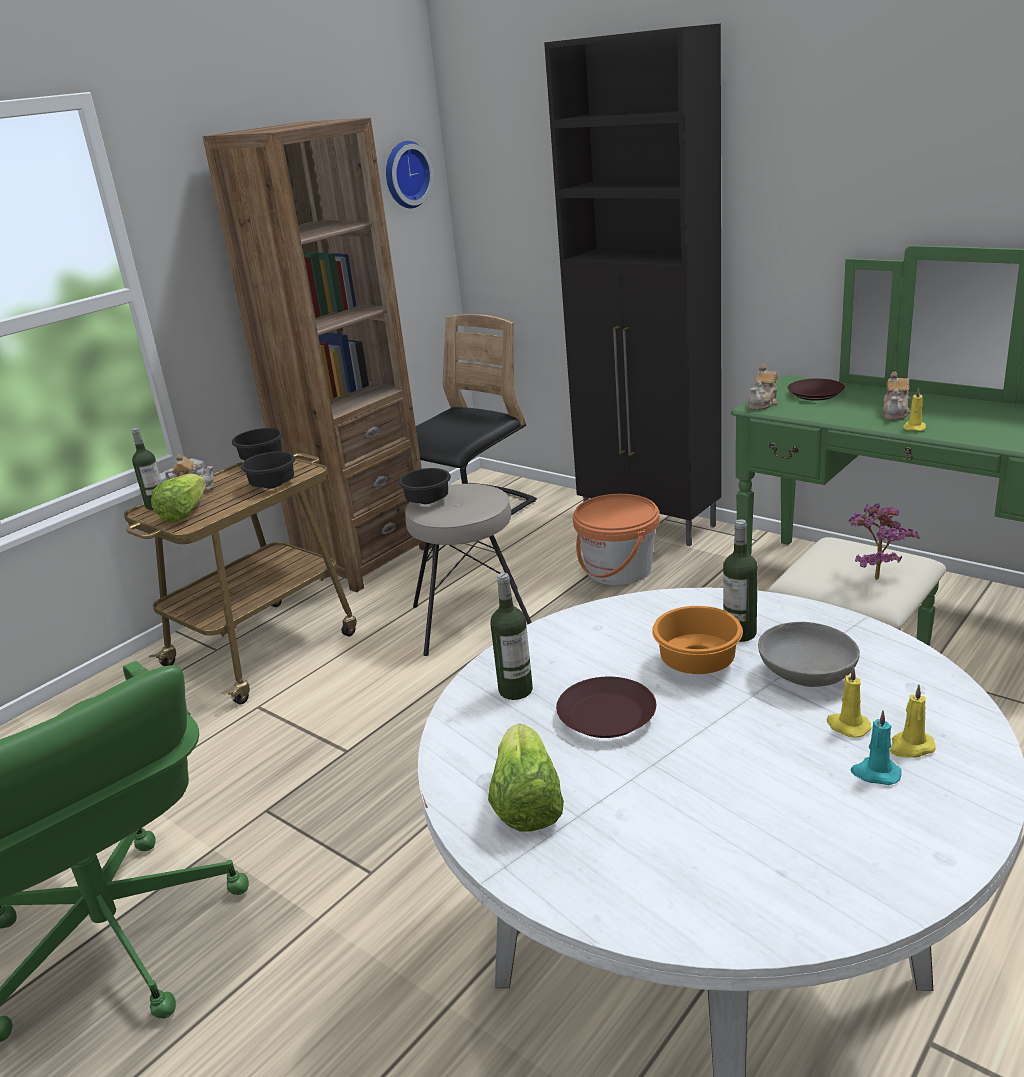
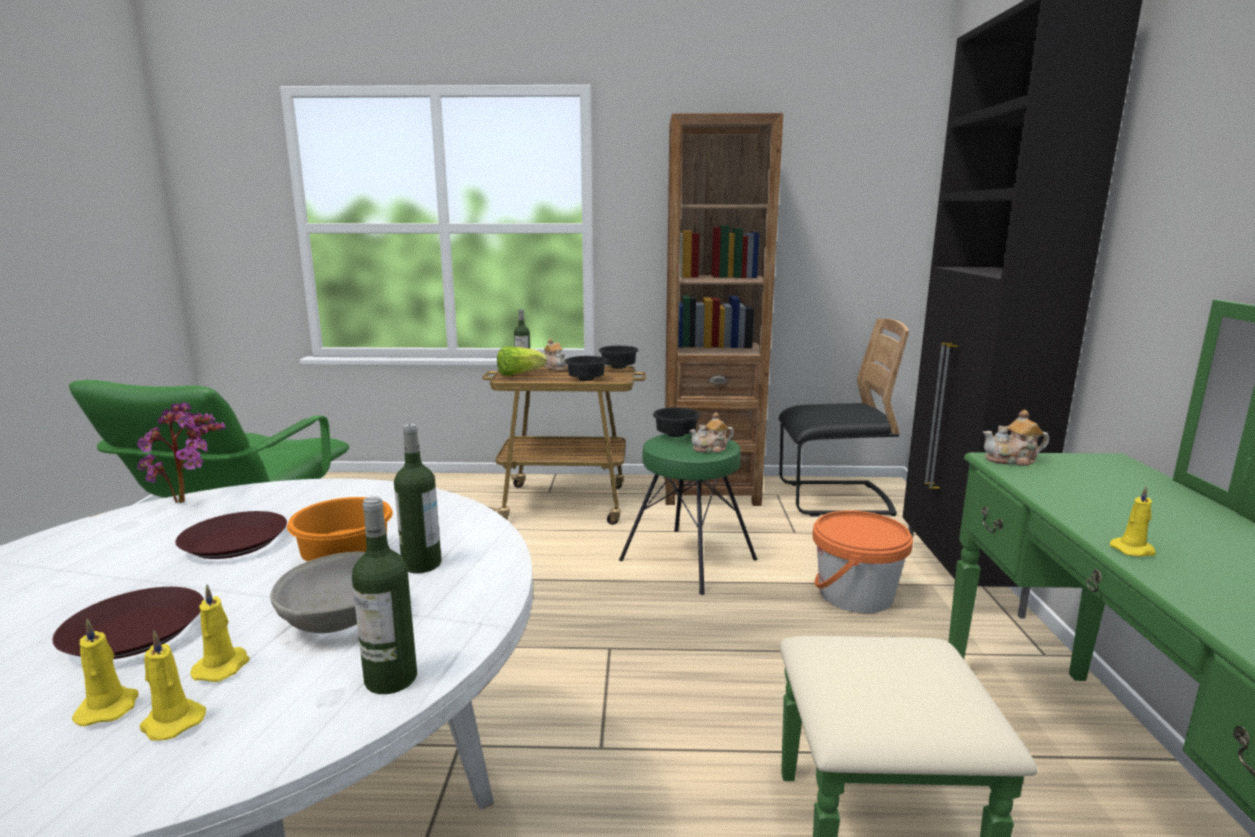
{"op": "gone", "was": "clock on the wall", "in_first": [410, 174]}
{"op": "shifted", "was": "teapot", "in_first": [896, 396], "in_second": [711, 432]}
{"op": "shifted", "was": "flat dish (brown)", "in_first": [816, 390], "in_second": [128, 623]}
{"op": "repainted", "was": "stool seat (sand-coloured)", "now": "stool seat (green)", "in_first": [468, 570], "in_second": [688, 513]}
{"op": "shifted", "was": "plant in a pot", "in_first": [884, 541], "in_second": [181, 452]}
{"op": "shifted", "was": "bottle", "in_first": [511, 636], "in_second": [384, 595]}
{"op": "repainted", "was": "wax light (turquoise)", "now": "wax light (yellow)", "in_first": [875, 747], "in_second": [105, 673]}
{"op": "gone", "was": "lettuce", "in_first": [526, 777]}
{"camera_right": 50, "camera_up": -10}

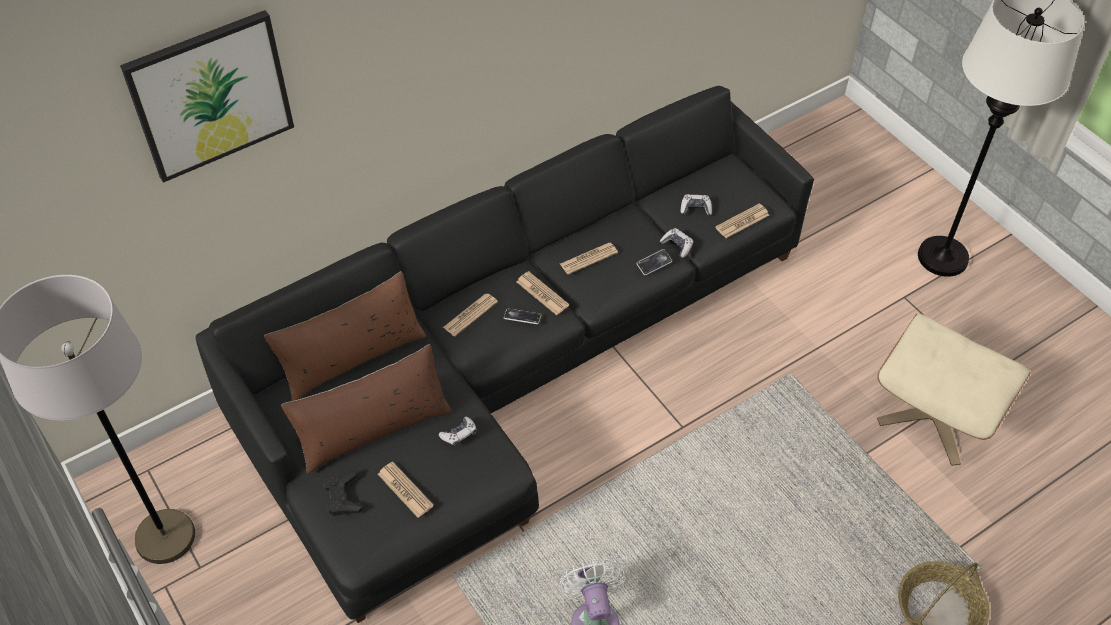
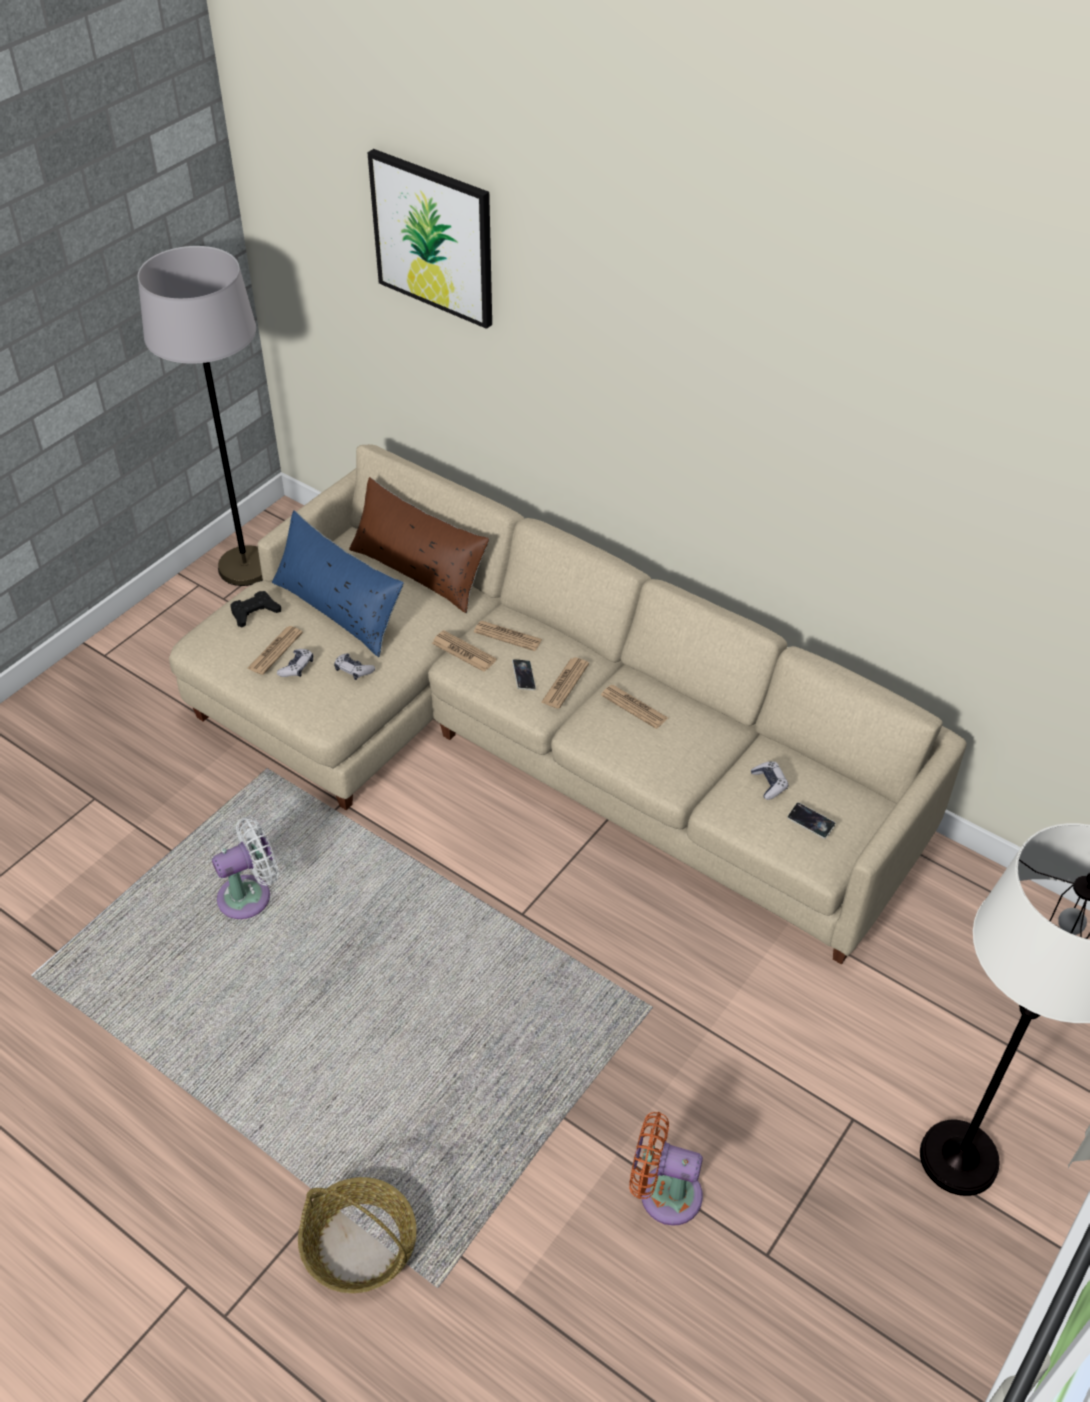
{"op": "repainted", "was": "couch (black)", "now": "couch (sand-coloured)", "in_first": [505, 354], "in_second": [568, 704]}
{"op": "shifted", "was": "printed paper", "in_first": [742, 221], "in_second": [464, 651]}
{"op": "shifted", "was": "gamepad", "in_first": [676, 243], "in_second": [295, 663]}
{"op": "shifted", "was": "handset", "in_first": [654, 262], "in_second": [811, 820]}
{"op": "swapped", "was": "ottoman (sand-coloured)", "now": "fan (orange)", "in_first": [954, 390], "in_second": [666, 1169]}
{"op": "repainted", "was": "cushion (brown)", "now": "cushion (bluish)", "in_first": [366, 409], "in_second": [338, 583]}
{"camera_right": 70, "camera_up": -5}

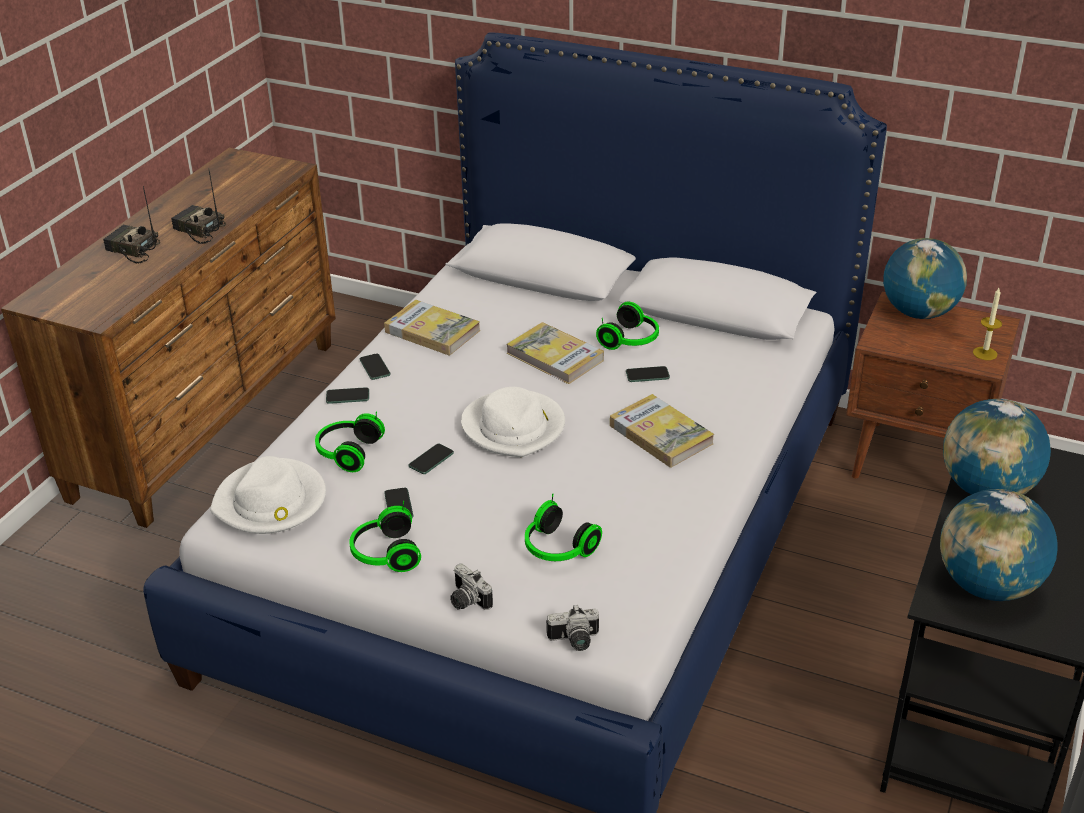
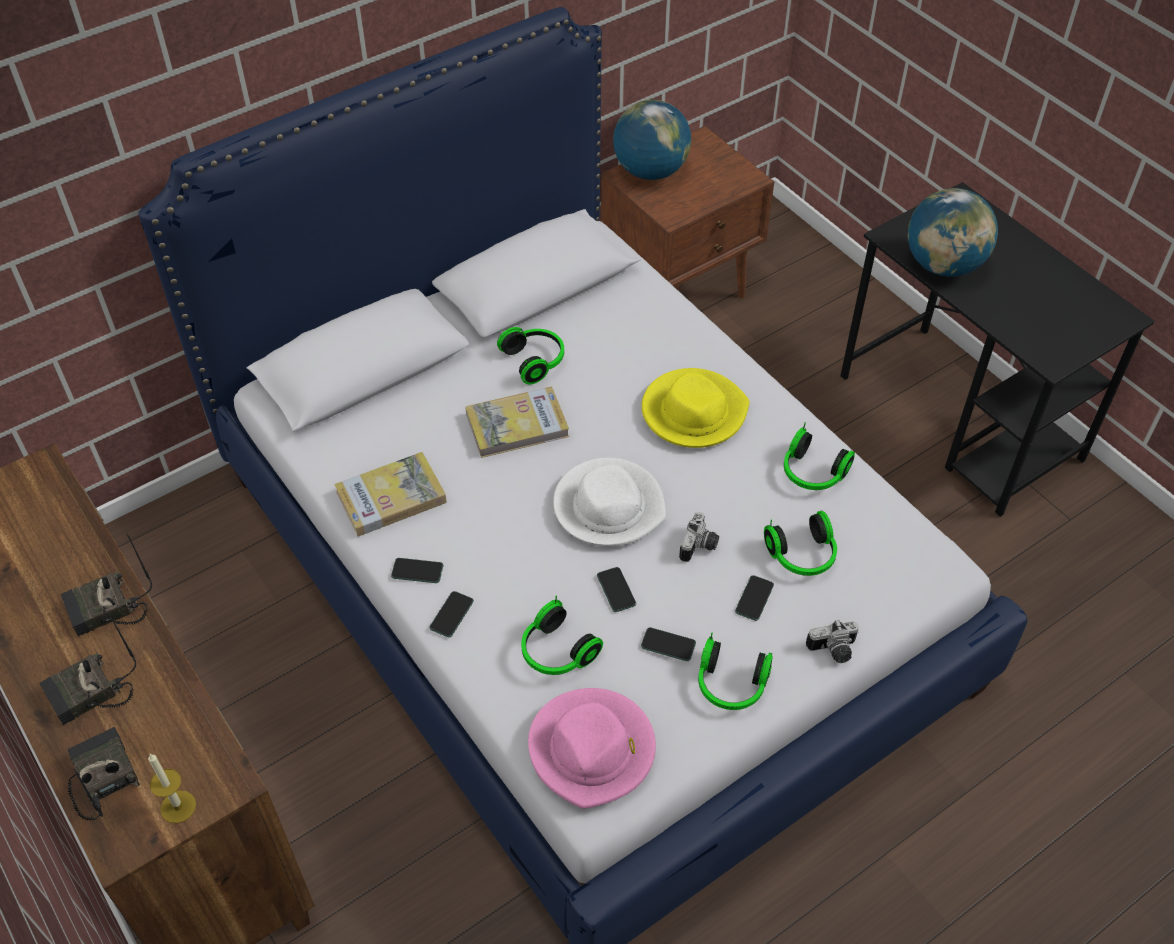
{"op": "shifted", "was": "wax light", "in_first": [987, 324], "in_second": [172, 788]}
{"op": "shifted", "was": "handset", "in_first": [648, 374], "in_second": [754, 598]}
{"op": "swapped", "was": "book", "now": "wearable hat (yellow)", "in_first": [662, 431], "in_second": [696, 408]}
{"op": "repainted", "was": "wearable hat (white-coloured)", "now": "wearable hat (pink-coloured)", "in_first": [268, 495], "in_second": [592, 748]}
{"op": "gone", "was": "world globe", "in_first": [999, 545]}
{"op": "shifted", "was": "still camera", "in_first": [572, 628], "in_second": [699, 537]}
{"op": "new", "now": "pair of headphones", "in_second": [819, 456]}
{"op": "new", "now": "radio receiver", "in_second": [103, 773]}
{"camera_right": -60, "camera_up": 15}

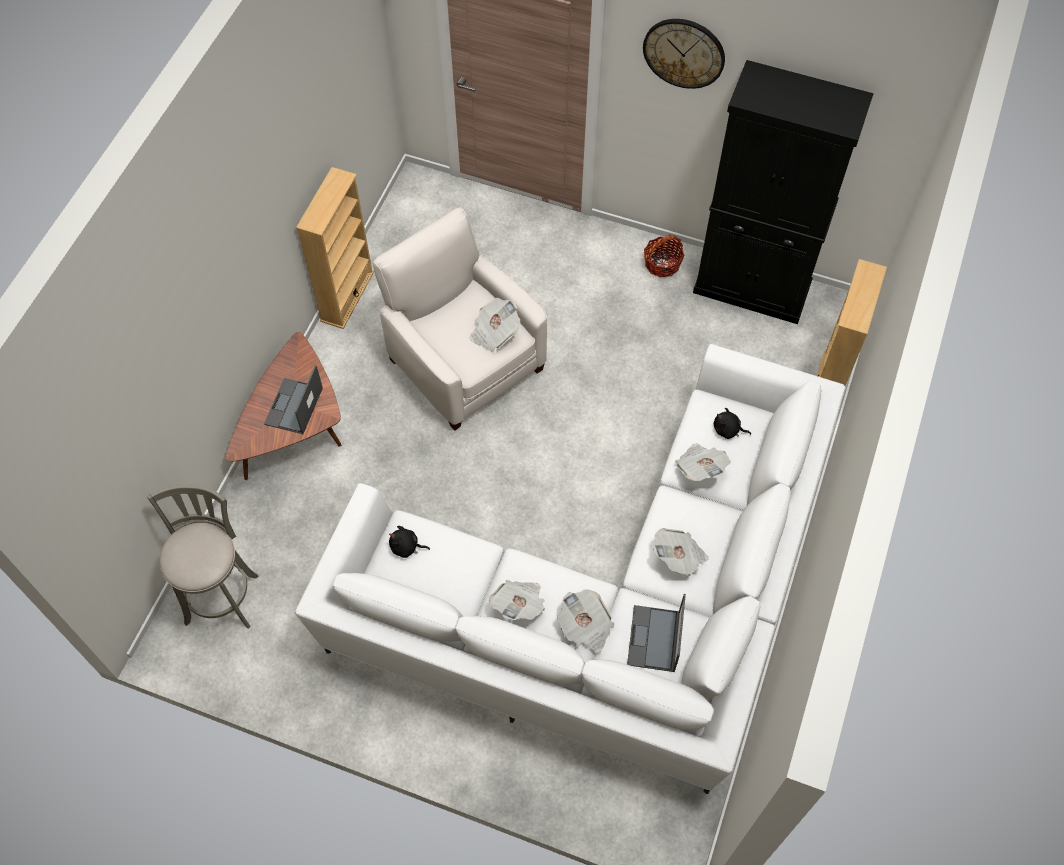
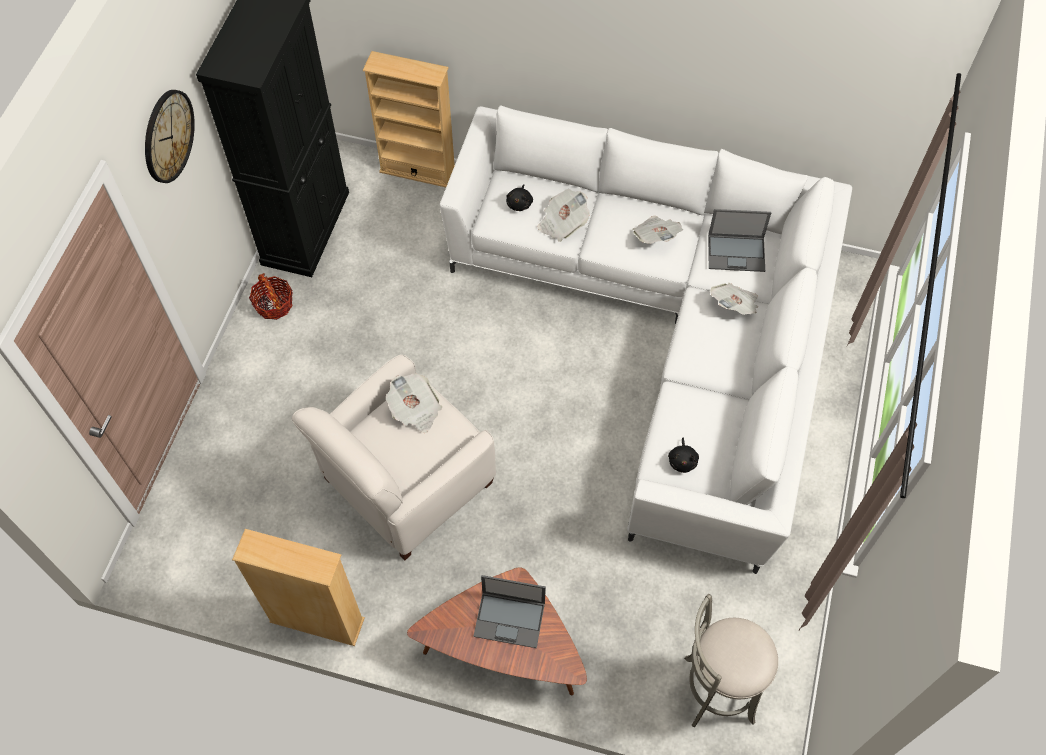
{"op": "gone", "was": "printed paper", "in_first": [517, 600]}
{"camera_right": -95, "camera_up": 0}

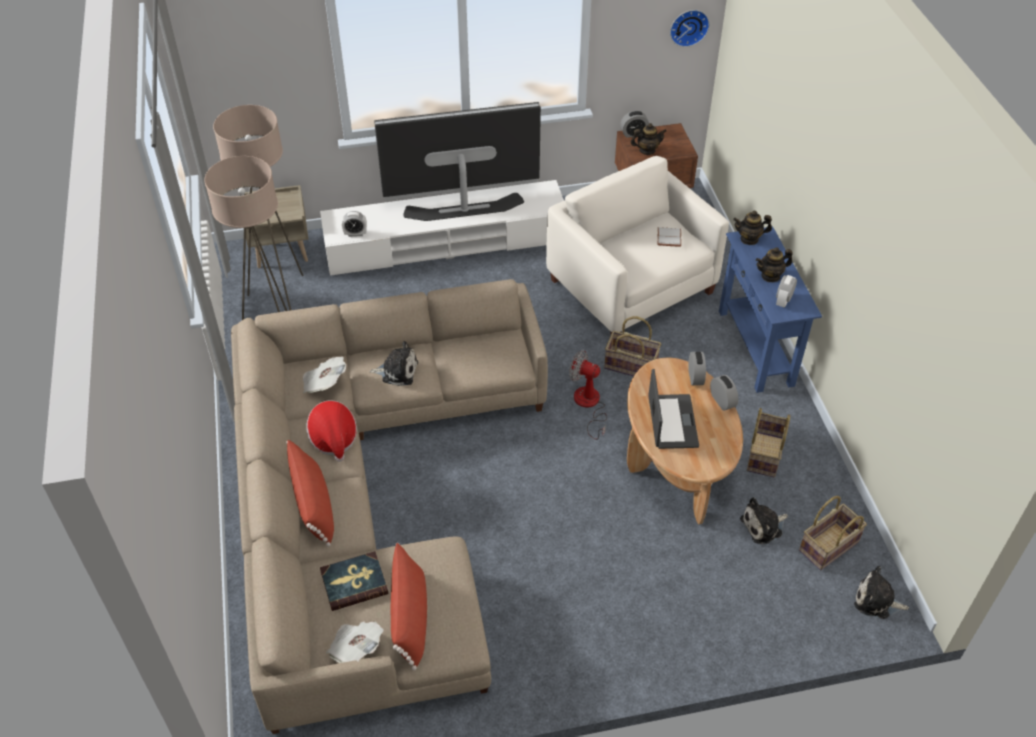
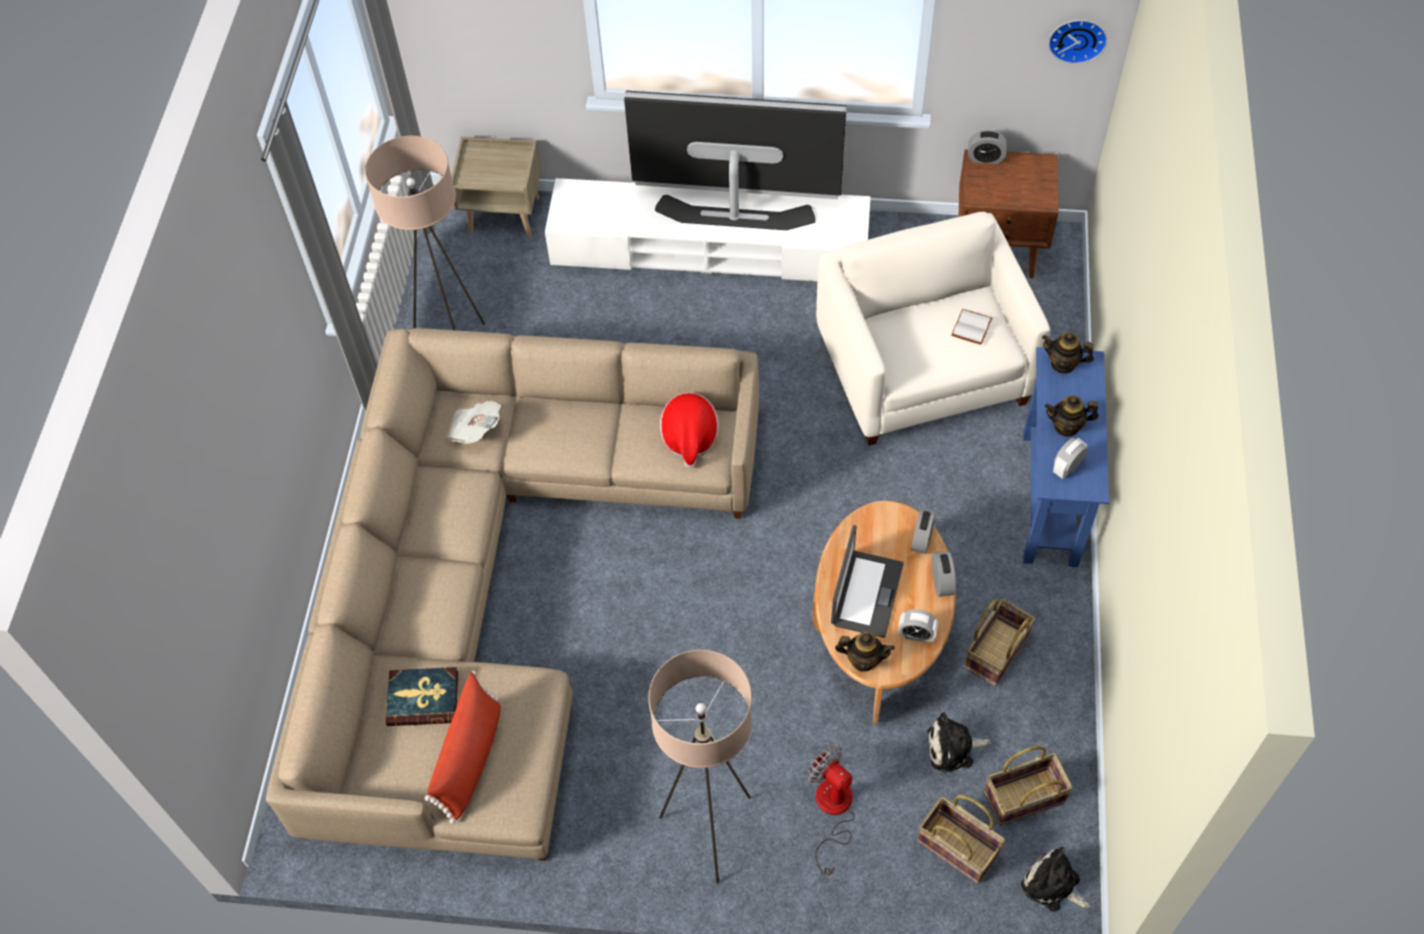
{"op": "shifted", "was": "standard lamp (sand-coloured)", "in_first": [258, 208], "in_second": [700, 766]}
{"op": "shifted", "was": "teapot", "in_first": [648, 139], "in_second": [865, 652]}
{"op": "shifted", "was": "alarm clock", "in_first": [354, 224], "in_second": [918, 626]}
{"op": "shifted", "was": "household basket", "in_first": [632, 346], "in_second": [961, 839]}
{"op": "gone", "was": "soft toy", "in_first": [393, 363]}
{"op": "shifted", "was": "fan", "in_first": [588, 395], "in_second": [831, 811]}
{"op": "shifted", "was": "wearable hat", "in_first": [331, 431], "in_second": [689, 430]}
{"op": "gone", "was": "cushion (red-coloured)", "in_first": [310, 493]}
{"op": "gone", "was": "printed paper", "in_first": [354, 642]}
{"camera_right": 20, "camera_up": 10}

